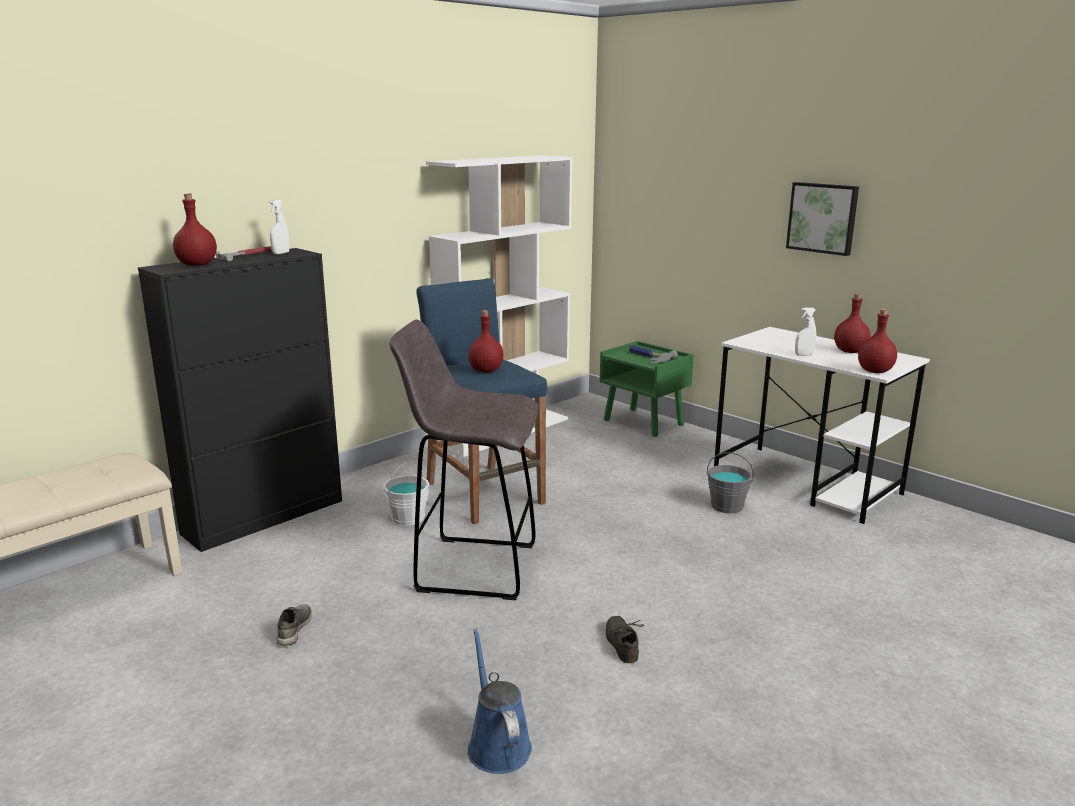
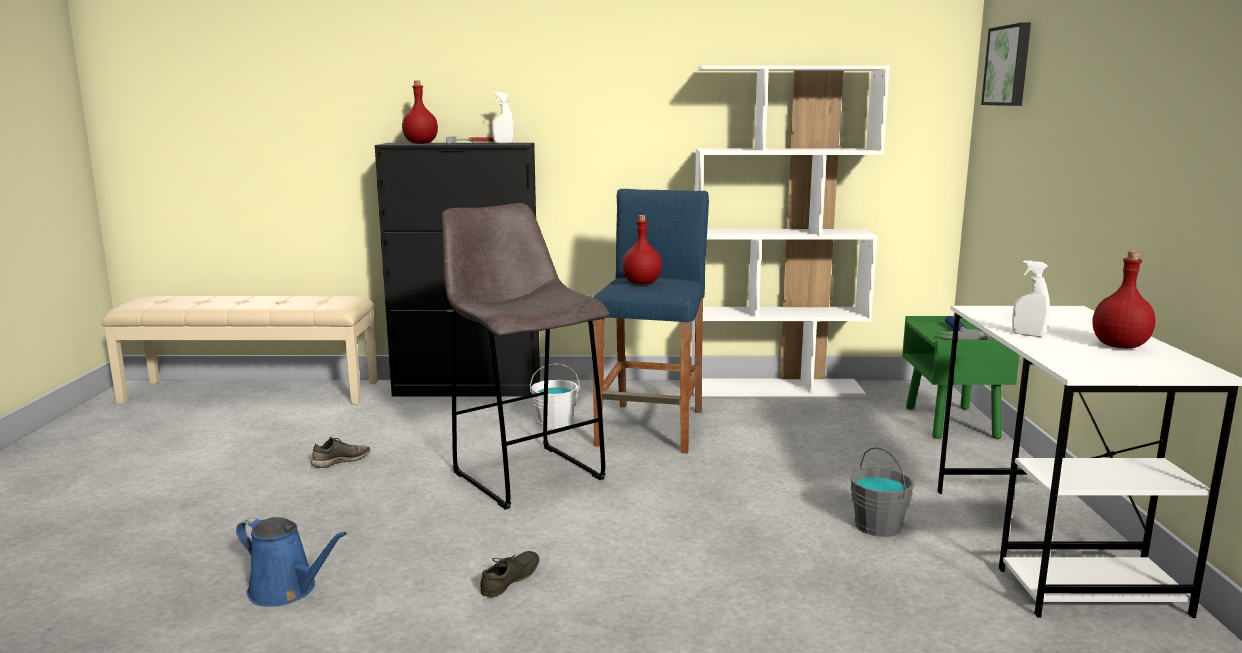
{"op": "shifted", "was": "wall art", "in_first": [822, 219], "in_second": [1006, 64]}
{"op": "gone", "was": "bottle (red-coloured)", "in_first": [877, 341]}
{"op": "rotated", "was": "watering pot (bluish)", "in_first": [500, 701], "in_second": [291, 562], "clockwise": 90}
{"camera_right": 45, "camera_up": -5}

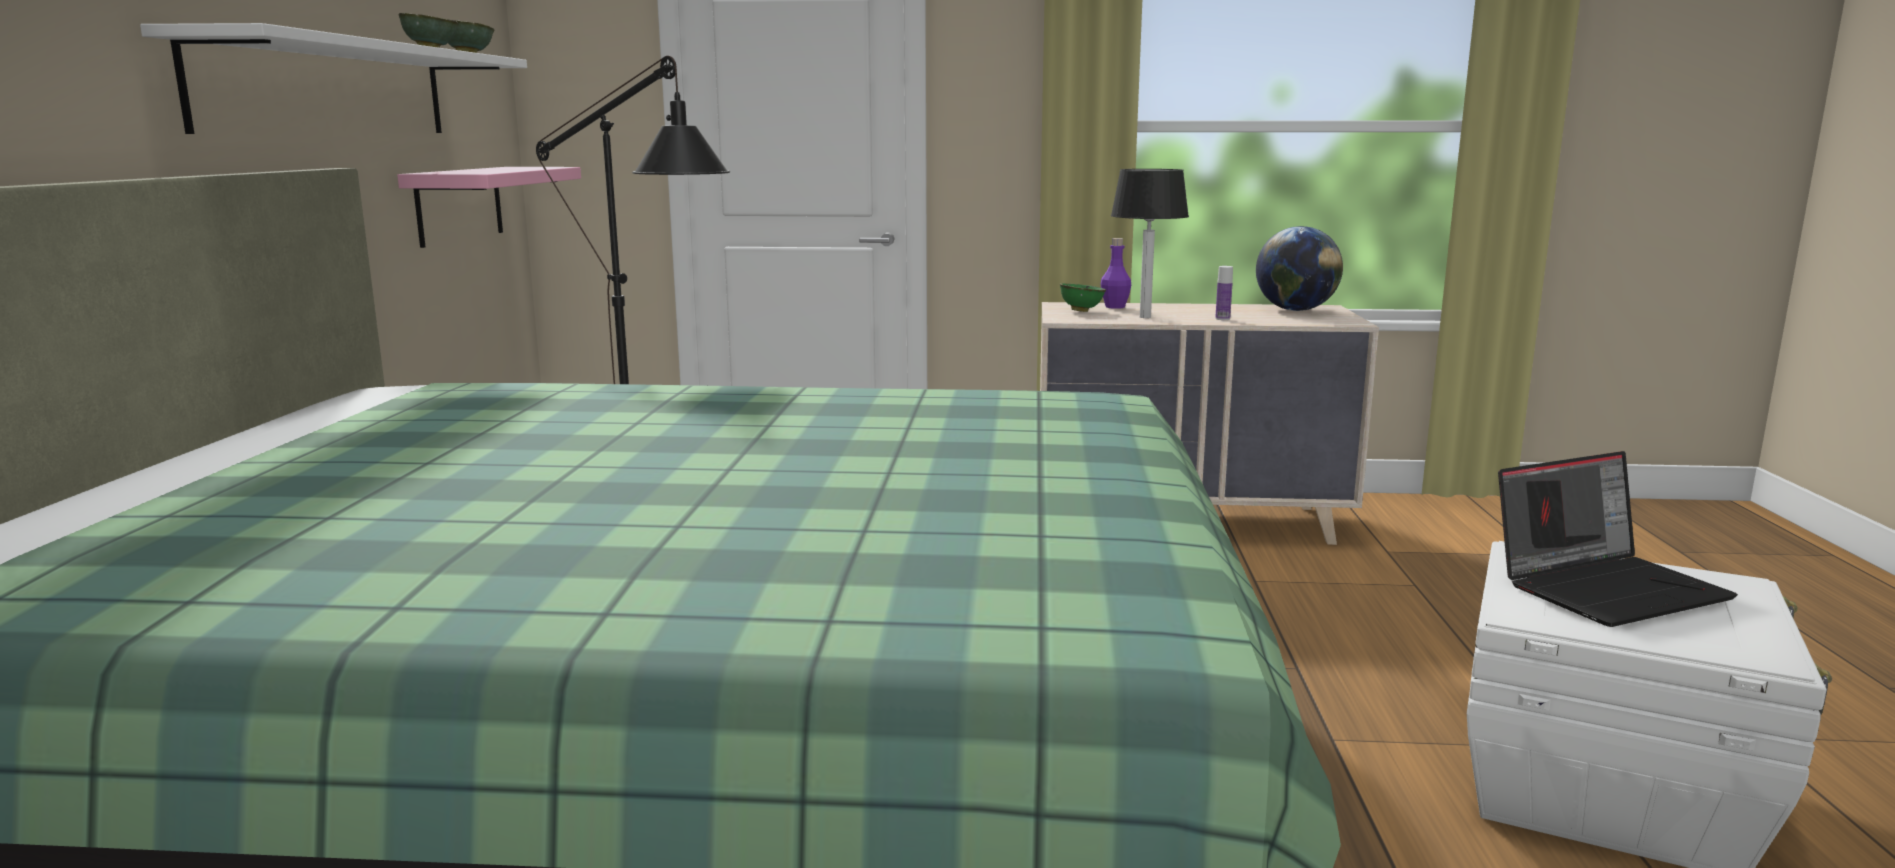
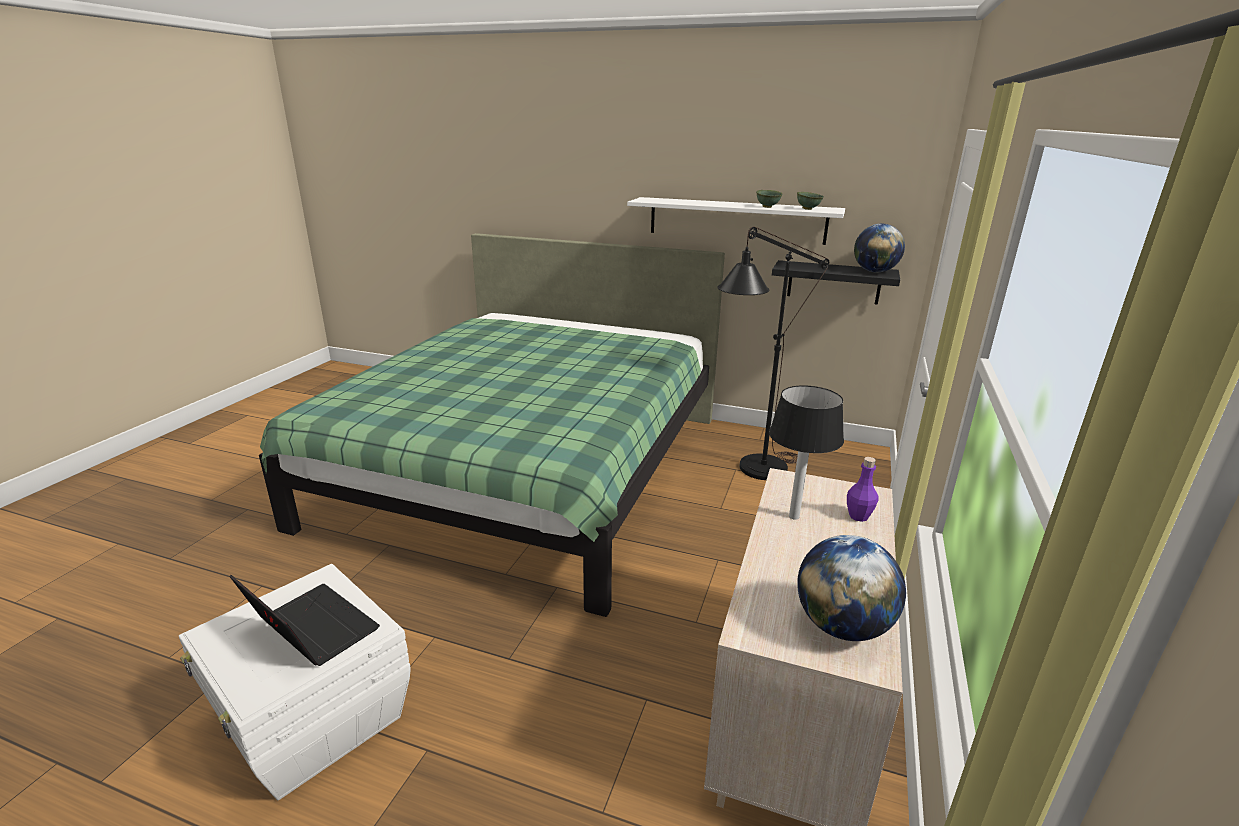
{"op": "repainted", "was": "wall shelf (pink-coloured)", "now": "wall shelf (black)", "in_first": [489, 207], "in_second": [836, 282]}
{"op": "gone", "was": "bottle", "in_first": [1224, 293]}
{"op": "gone", "was": "bowl (green)", "in_first": [1083, 297]}
{"op": "rotated", "was": "portable computer", "in_first": [1618, 539], "in_second": [305, 620], "clockwise": 135}
{"op": "new", "now": "world globe", "in_second": [879, 248]}
{"camera_right": 105, "camera_up": 10}

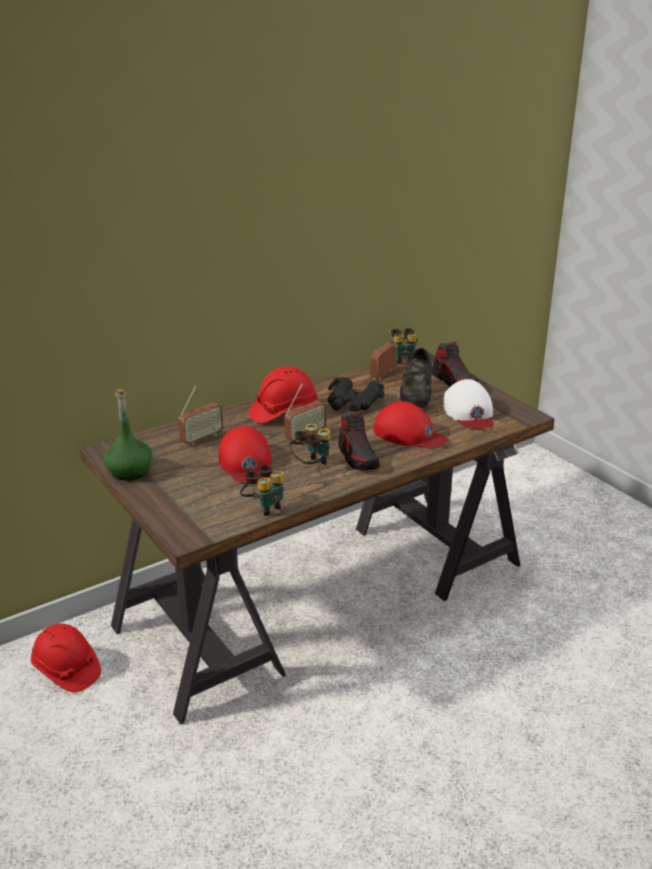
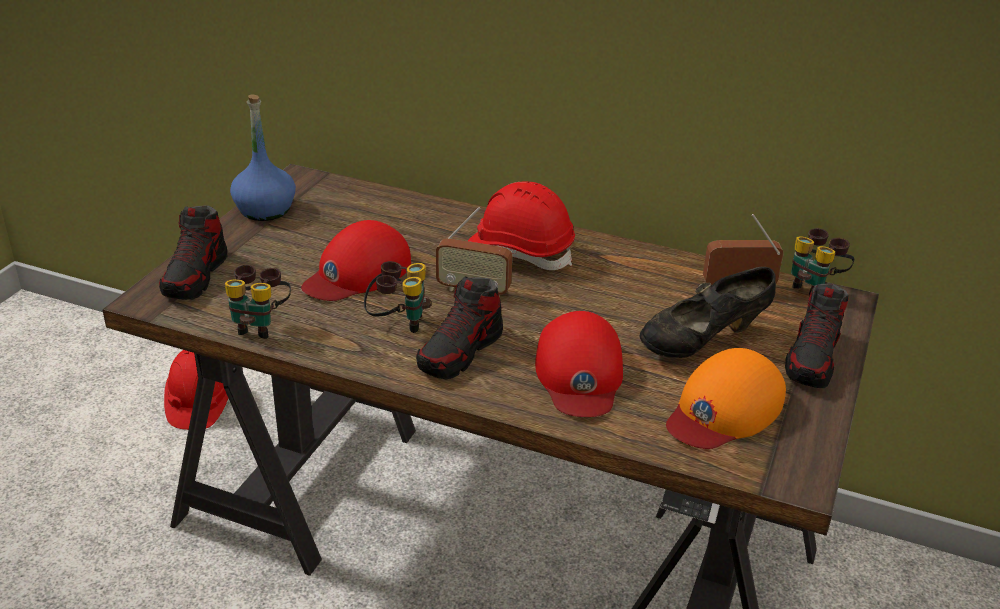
{"op": "gone", "was": "pair of binoculars (black)", "in_first": [356, 394]}
{"op": "repainted", "was": "cap (white-coloured)", "now": "cap (orange)", "in_first": [468, 404], "in_second": [726, 398]}
{"op": "gone", "was": "radio receiver", "in_first": [200, 415]}
{"op": "repainted", "was": "bottle (green)", "now": "bottle (bluish)", "in_first": [128, 435], "in_second": [263, 157]}
{"op": "new", "now": "shoe", "in_second": [193, 252]}
{"camera_right": 55, "camera_up": 5}

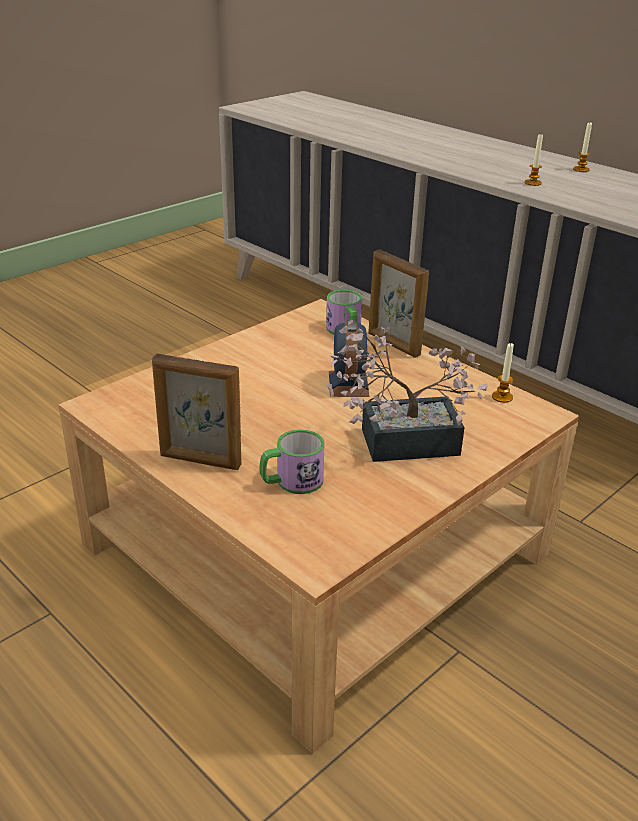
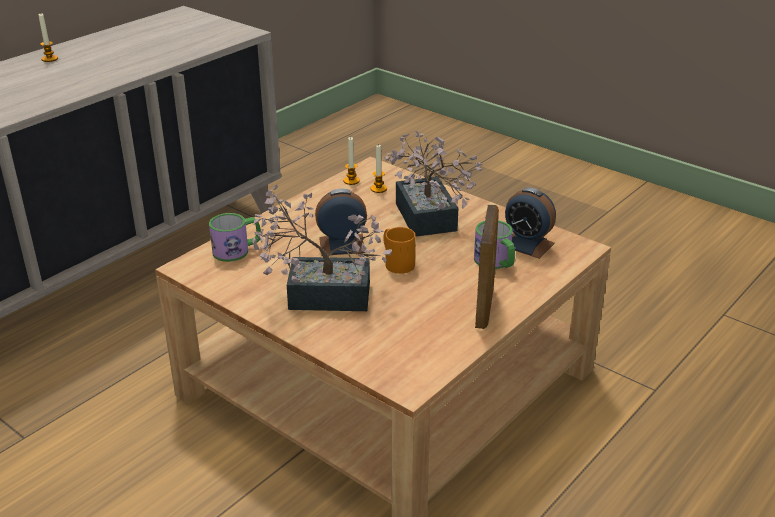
{"op": "shifted", "was": "wax light", "in_first": [534, 160], "in_second": [379, 168]}
{"op": "gone", "was": "picture frame", "in_first": [398, 304]}
{"op": "new", "now": "plant in a pot", "in_second": [322, 248]}
{"op": "new", "now": "alarm clock", "in_second": [530, 223]}
{"op": "new", "now": "mug (orange)", "in_second": [399, 250]}
{"camera_right": -95, "camera_up": 0}

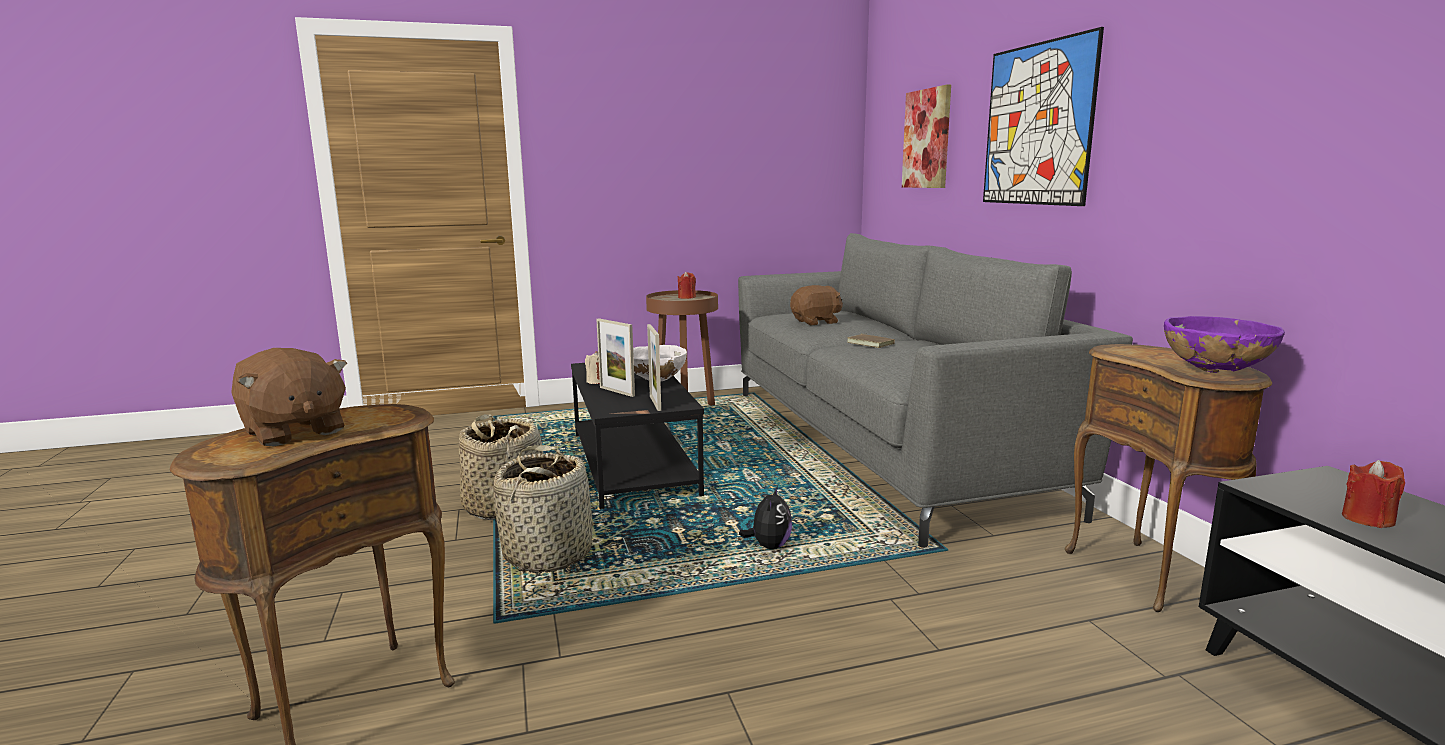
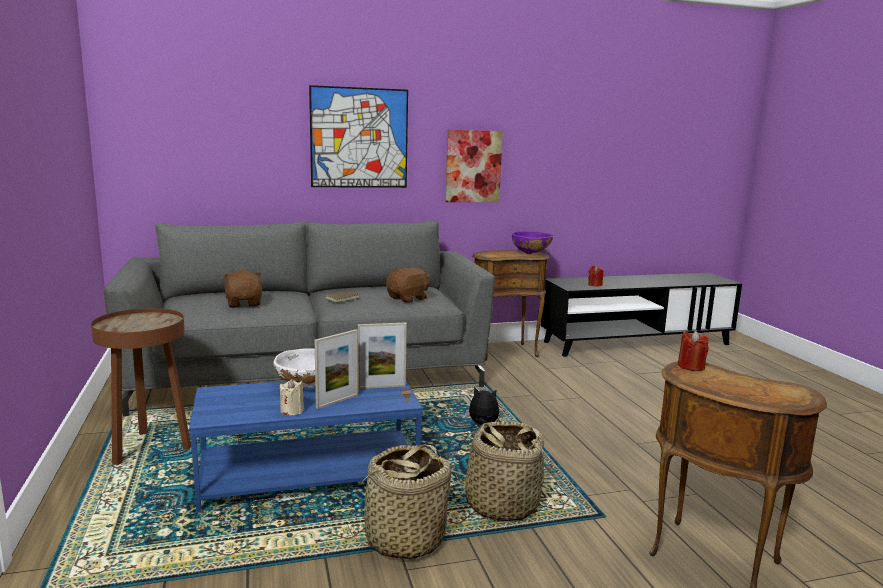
{"op": "shifted", "was": "wall art", "in_first": [926, 136], "in_second": [474, 166]}
{"op": "shifted", "was": "wax light (red-coloured)", "in_first": [686, 285], "in_second": [693, 351]}
{"op": "shifted", "was": "soft toy (brown)", "in_first": [289, 397], "in_second": [408, 285]}
{"op": "repainted", "was": "coffee table (black)", "now": "coffee table (bluish)", "in_first": [637, 436], "in_second": [306, 447]}
{"camera_right": -90, "camera_up": 0}

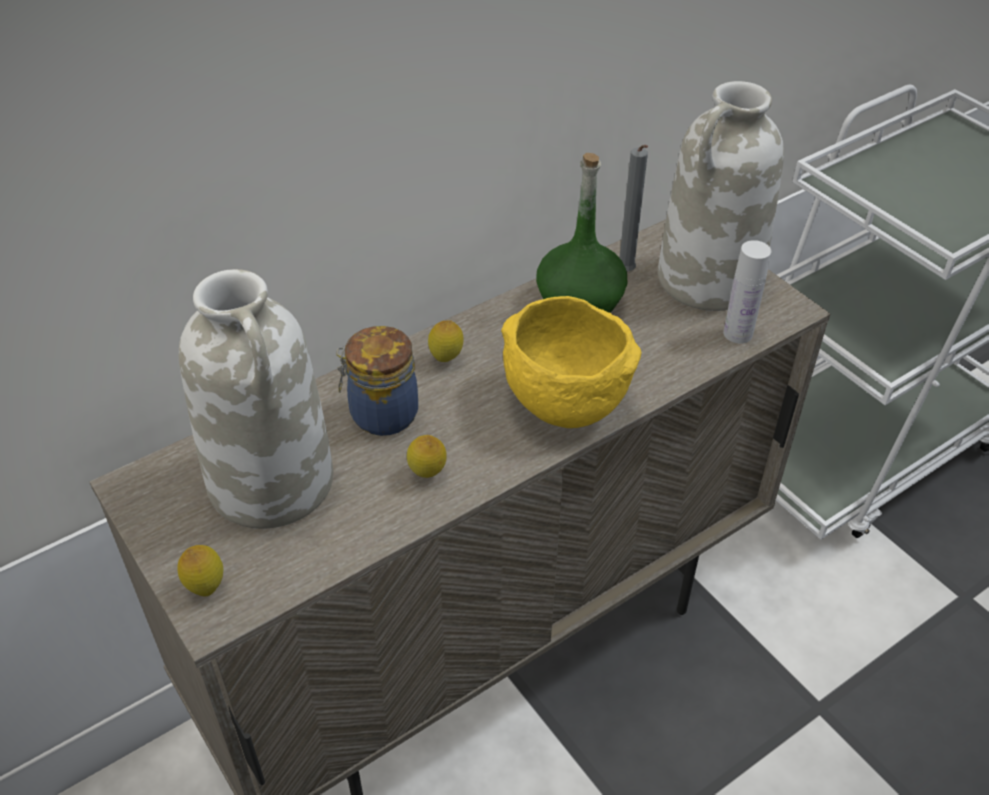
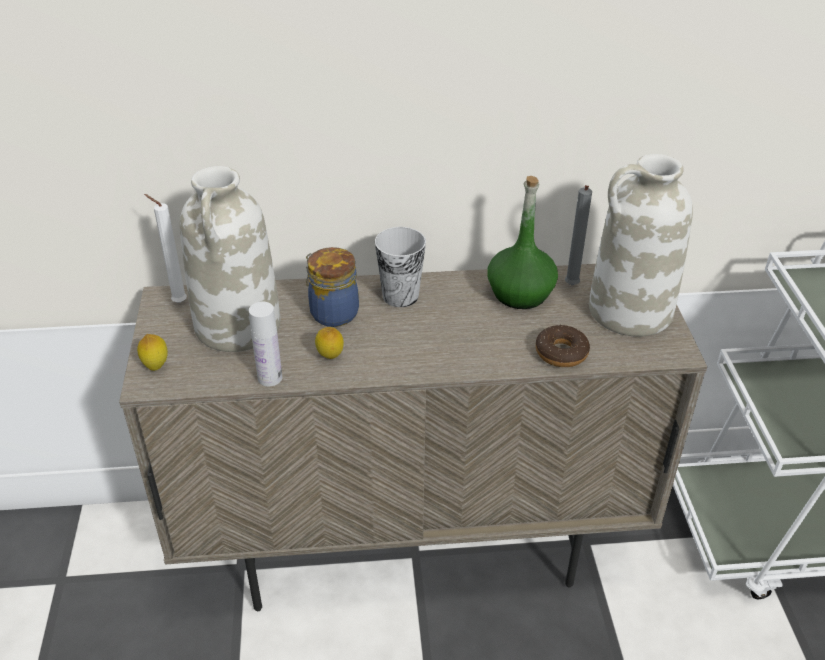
{"op": "shifted", "was": "bottle (white-coloured)", "in_first": [747, 292], "in_second": [265, 344]}
{"op": "gone", "was": "bowl (yellow)", "in_first": [571, 362]}
{"op": "swapped", "was": "lemon", "now": "small cup", "in_first": [445, 341], "in_second": [400, 267]}
{"op": "new", "now": "wax light (white-coloured)", "in_second": [165, 248]}
{"op": "new", "now": "donut", "in_second": [563, 345]}
{"camera_right": 30, "camera_up": -5}

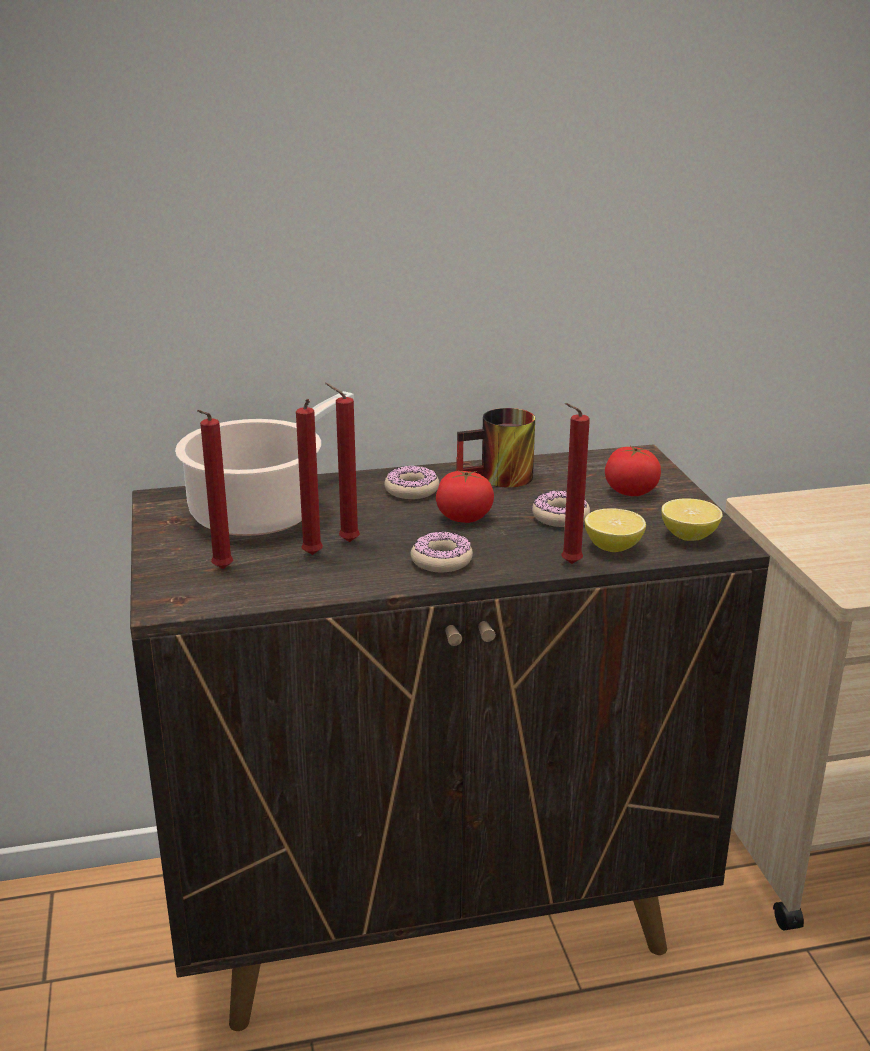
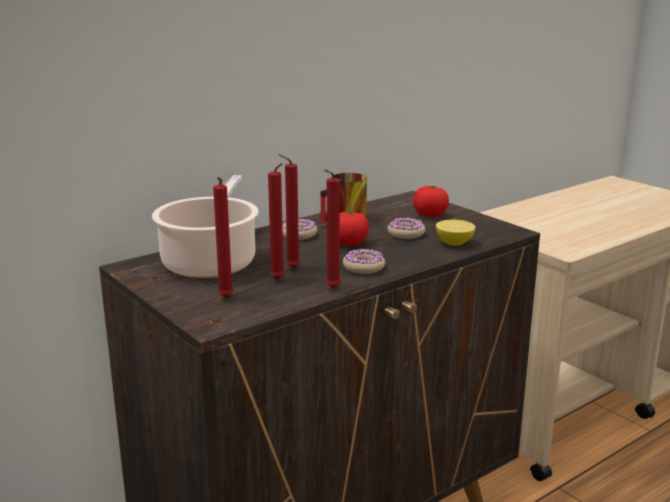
{"op": "shifted", "was": "wax light (red-coloured)", "in_first": [575, 483], "in_second": [333, 228]}
{"op": "gone", "was": "lemon", "in_first": [692, 519]}
{"camera_right": -25, "camera_up": -5}

